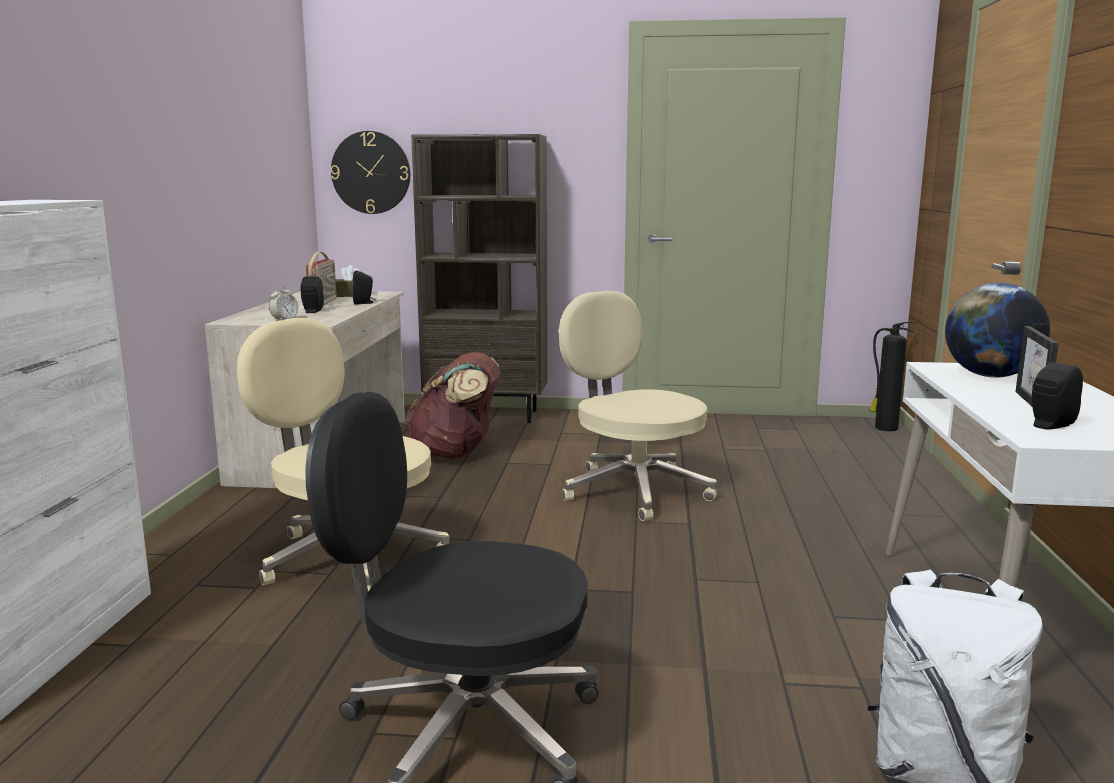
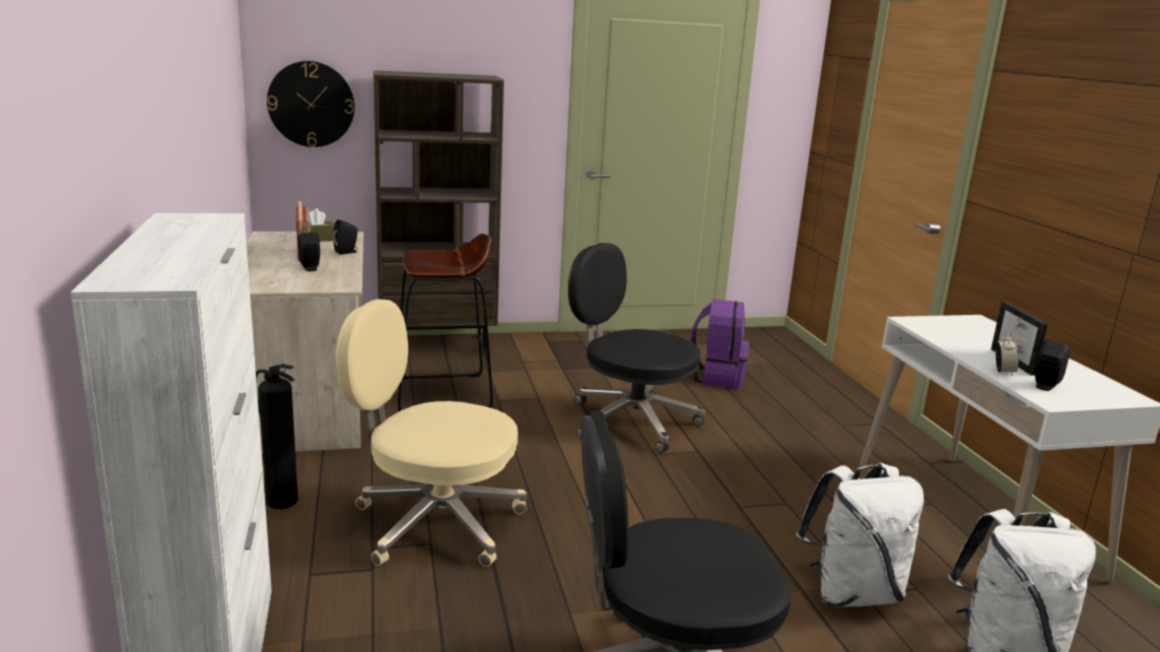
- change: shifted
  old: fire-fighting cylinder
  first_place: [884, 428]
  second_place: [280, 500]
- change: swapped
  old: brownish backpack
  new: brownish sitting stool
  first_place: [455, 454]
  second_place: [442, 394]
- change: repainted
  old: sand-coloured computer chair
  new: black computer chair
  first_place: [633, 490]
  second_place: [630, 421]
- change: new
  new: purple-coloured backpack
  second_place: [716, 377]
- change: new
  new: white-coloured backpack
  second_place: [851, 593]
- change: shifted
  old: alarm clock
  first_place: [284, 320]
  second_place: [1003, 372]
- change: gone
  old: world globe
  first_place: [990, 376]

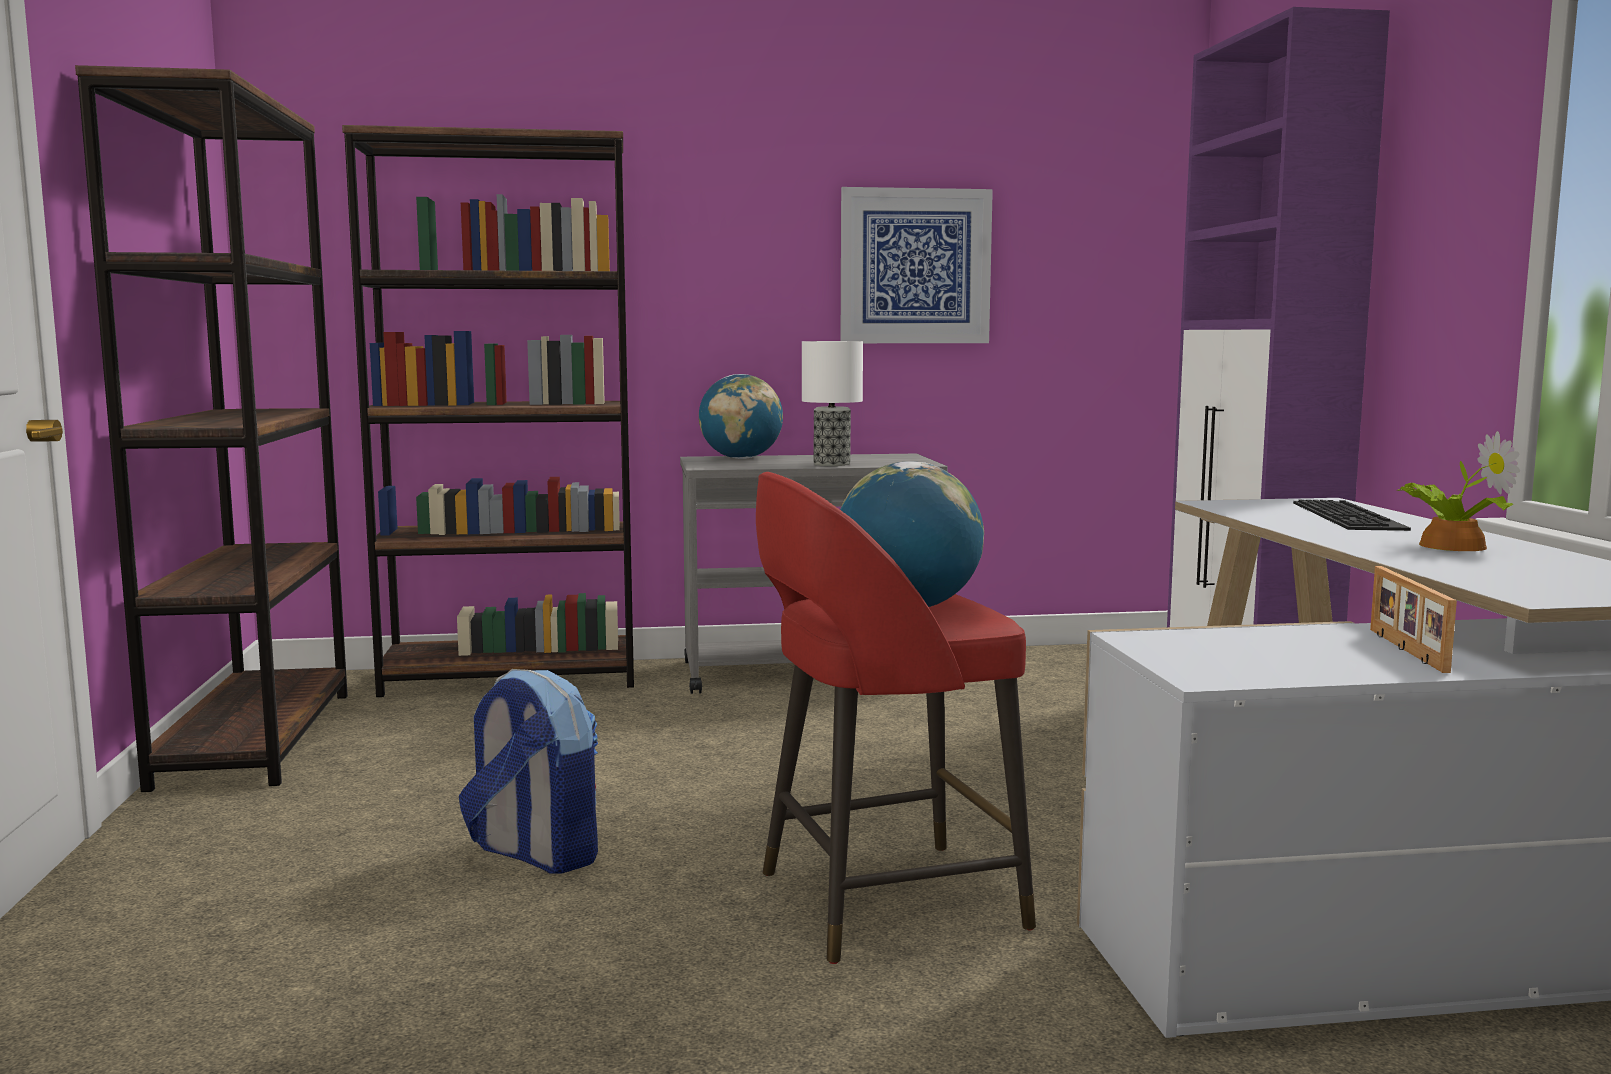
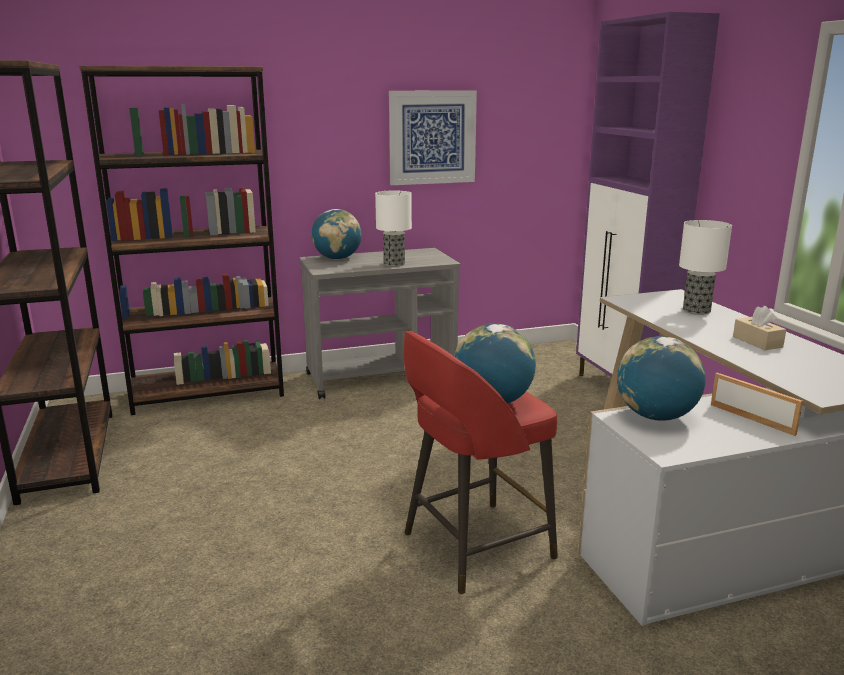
- change: new
  new: world globe
  second_place: [655, 416]
- change: swapped
  old: keyboard
  new: table lamp
  first_place: [1352, 516]
  second_place: [697, 311]
- change: rotated
  old: picture frame
  first_place: [1404, 650]
  second_place: [752, 418]
  degrees: 150
- change: swapped
  old: plant in a pot
  new: sand-coloured tissue holder
  first_place: [1447, 545]
  second_place: [757, 342]
- change: gone
  old: backpack
  first_place: [534, 854]

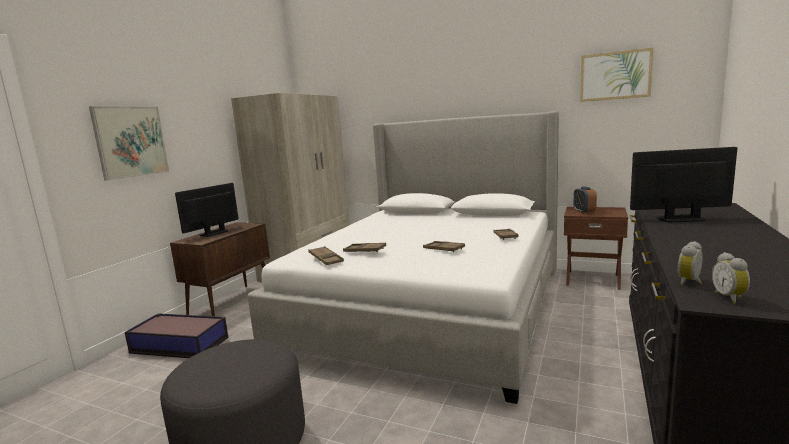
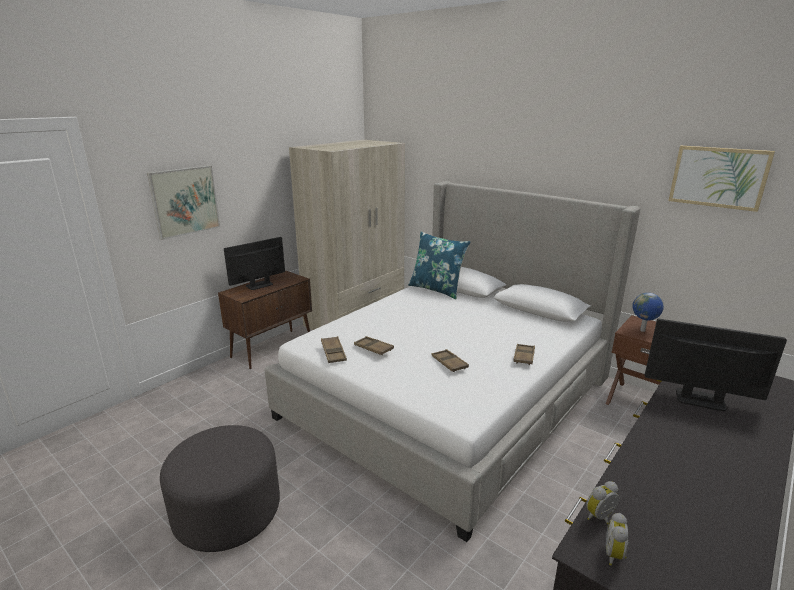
- change: new
  new: bluish throw pillow
  second_place: [437, 289]
- change: swapped
  old: alarm clock
  new: world globe
  first_place: [584, 212]
  second_place: [643, 330]
- change: gone
  old: storage container
  first_place: [179, 345]

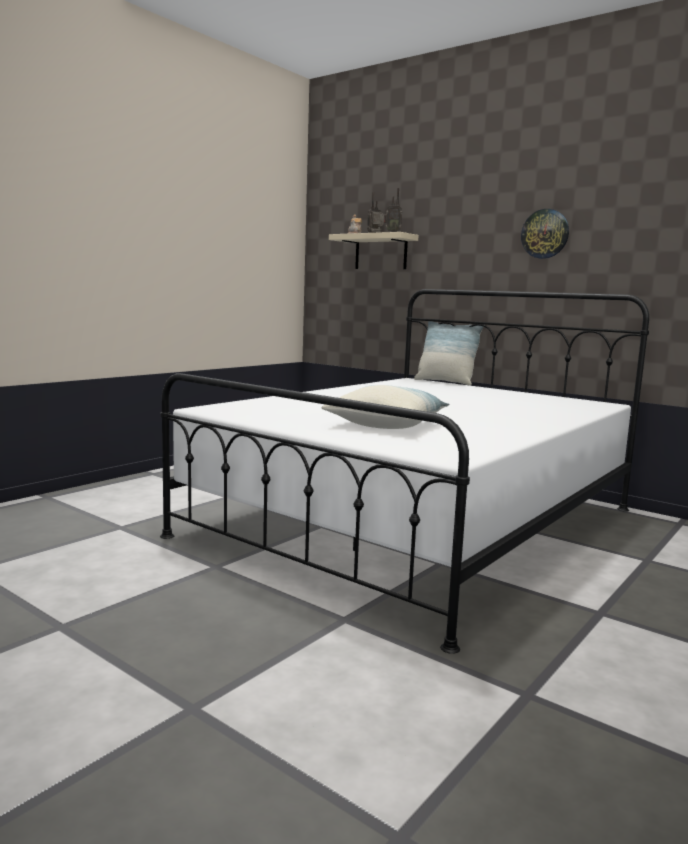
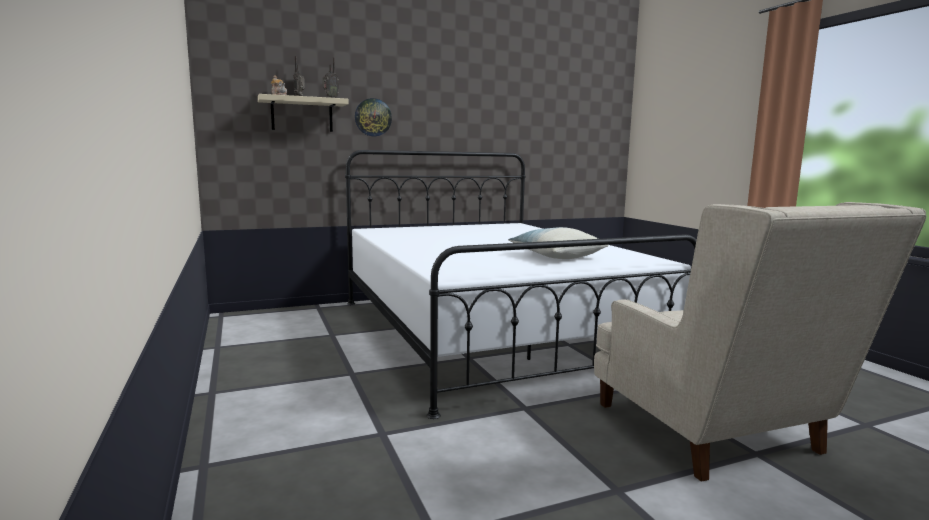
- change: shifted
  old: clock on the wall
  first_place: [545, 234]
  second_place: [373, 117]
- change: new
  new: sand-coloured lounge chair
  second_place: [718, 436]
- change: gone
  old: throw pillow
  first_place: [445, 382]

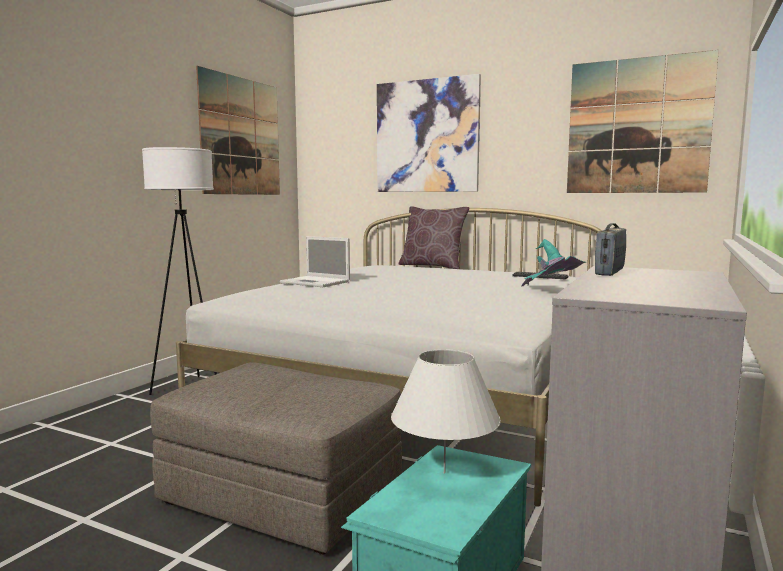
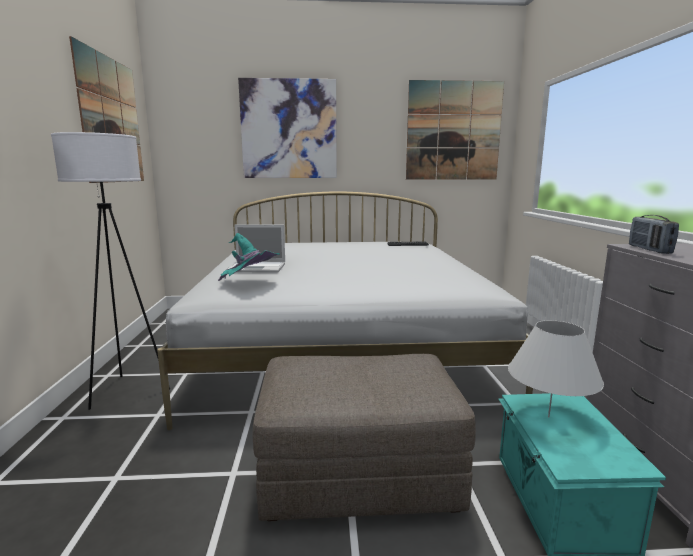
- change: shifted
  old: turquoise-coloured wearable hat
  first_place: [552, 290]
  second_place: [250, 283]
- change: gone
  old: brownish throw pillow
  first_place: [432, 266]

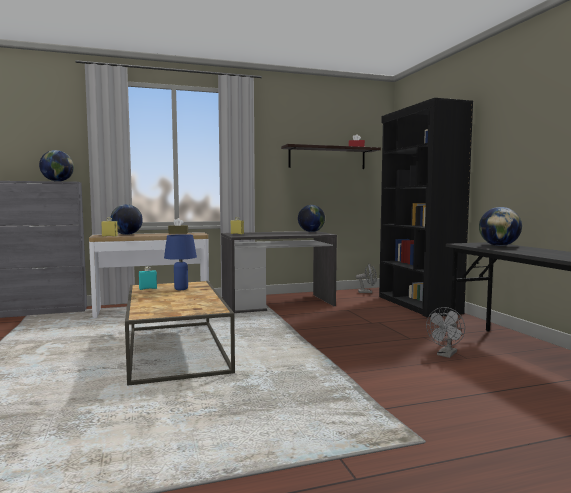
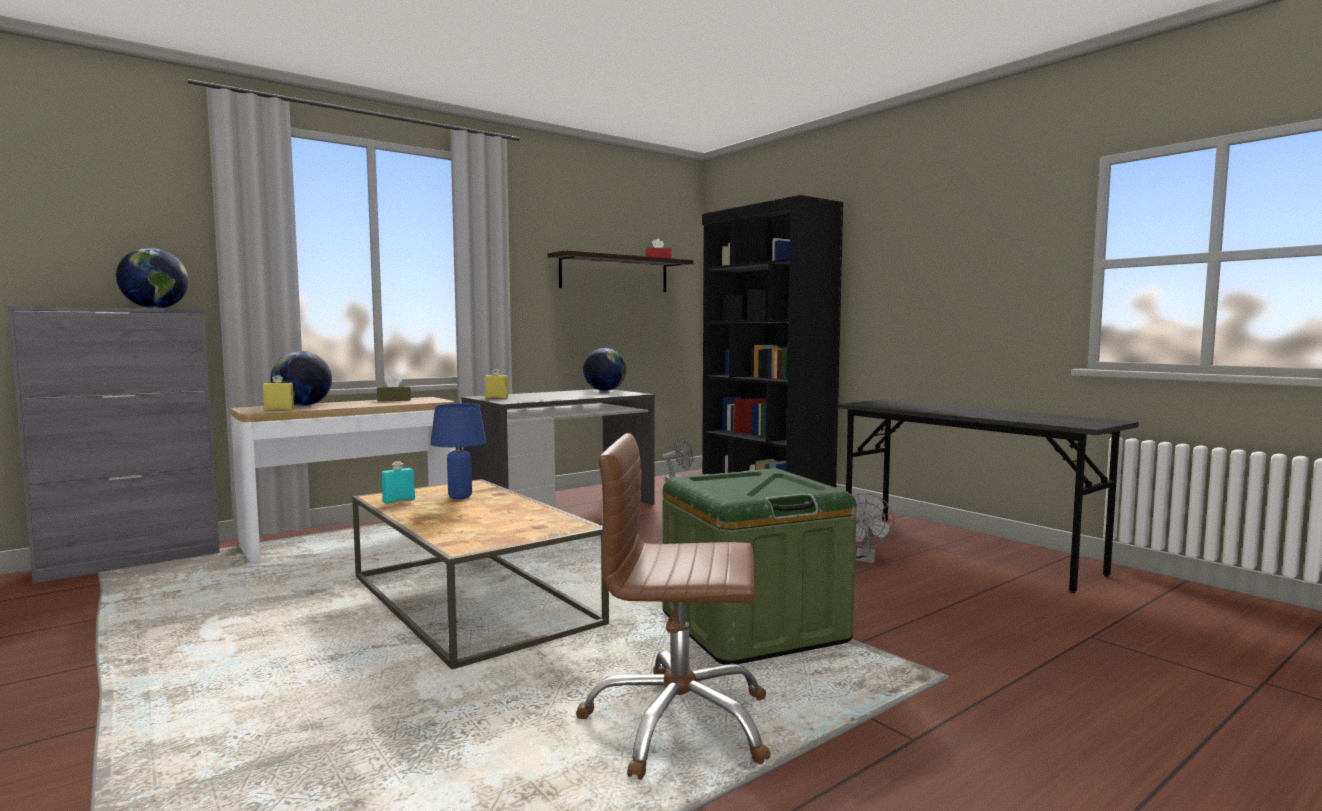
- change: new
  new: brownish computer chair
  second_place: [678, 723]
- change: new
  new: greenish storage container
  second_place: [753, 626]
- change: gone
  old: world globe
  first_place: [499, 245]

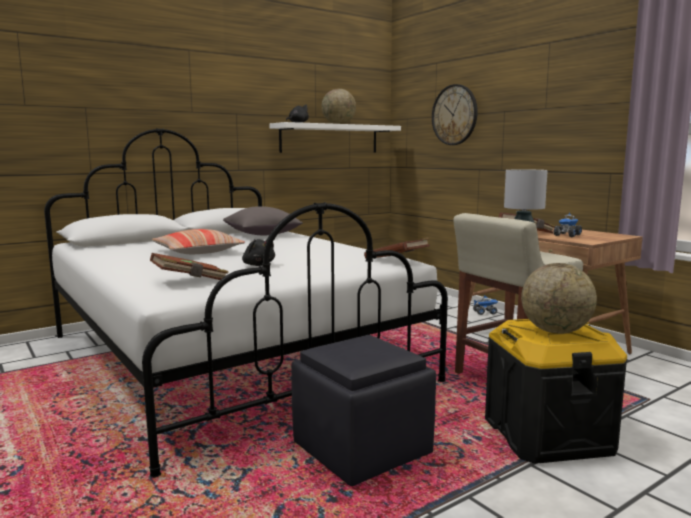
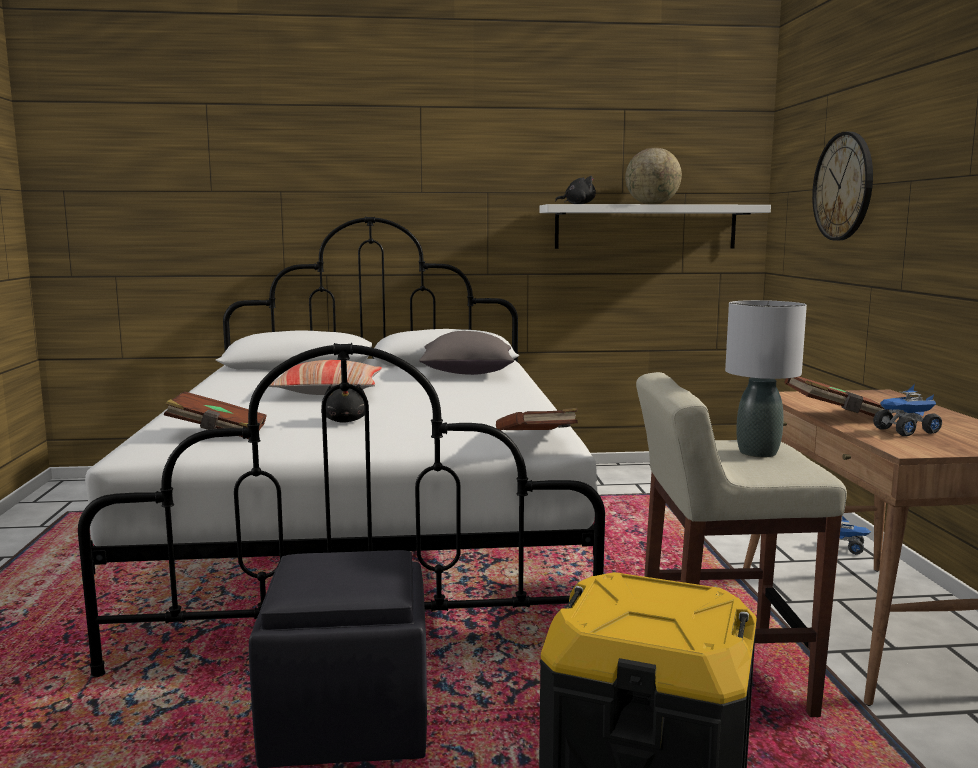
- change: gone
  old: world globe
  first_place: [555, 331]

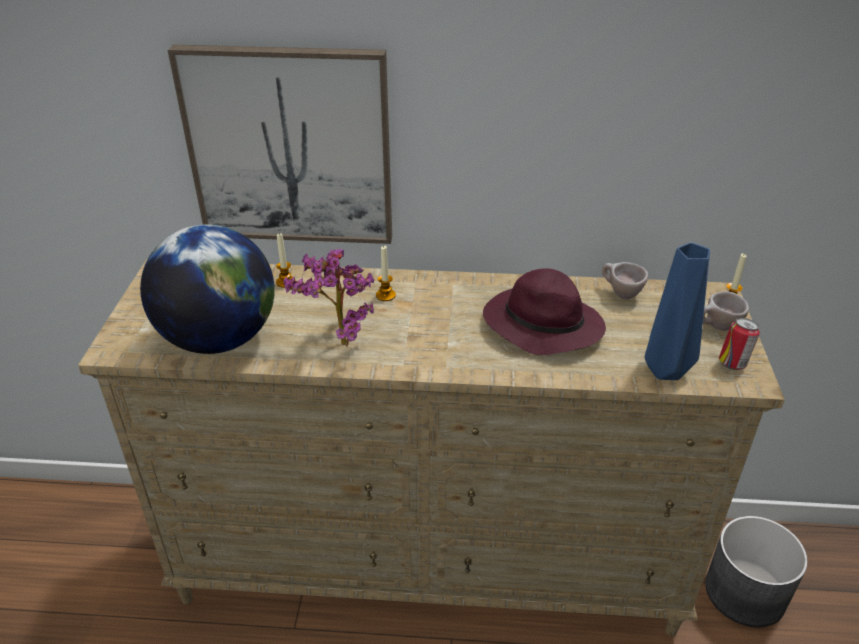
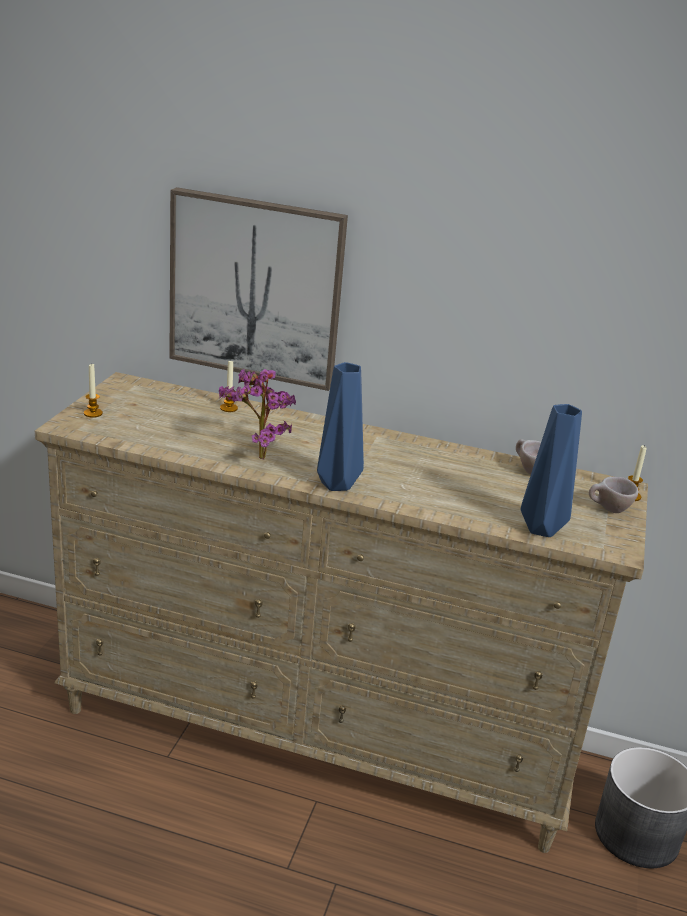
- change: shifted
  old: wax candle
  first_place: [385, 295]
  second_place: [93, 413]
- change: new
  new: bluish flower vase
  second_place: [335, 483]
- change: gone
  old: world globe
  first_place: [219, 339]
- change: gone
  old: purple-coloured wearable hat
  first_place: [540, 325]
- change: gone
  old: metal can
  first_place: [733, 364]

